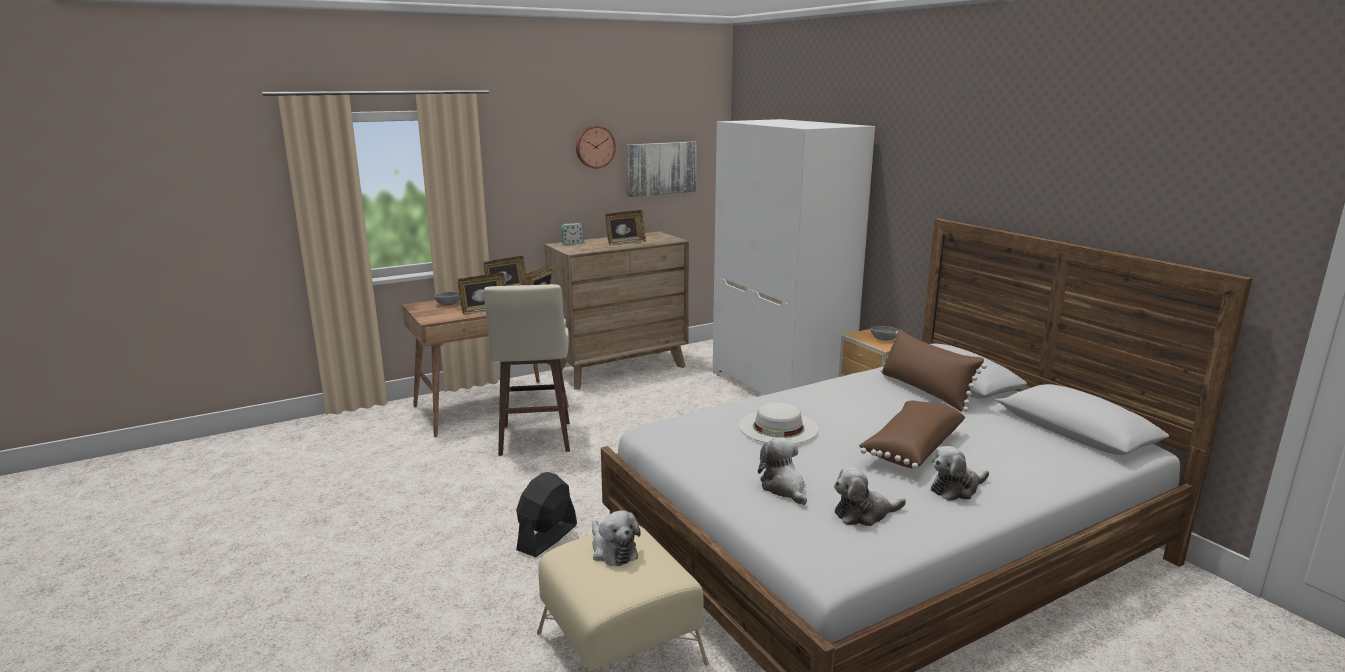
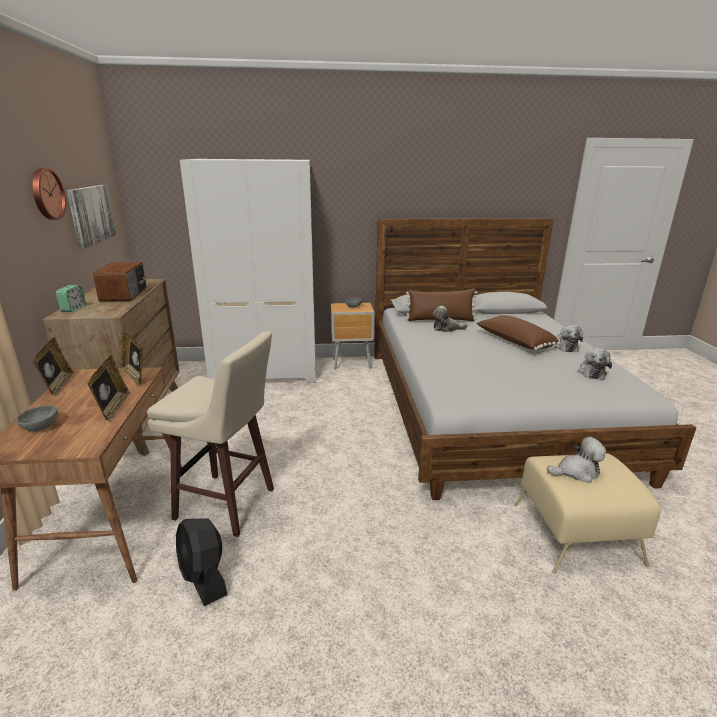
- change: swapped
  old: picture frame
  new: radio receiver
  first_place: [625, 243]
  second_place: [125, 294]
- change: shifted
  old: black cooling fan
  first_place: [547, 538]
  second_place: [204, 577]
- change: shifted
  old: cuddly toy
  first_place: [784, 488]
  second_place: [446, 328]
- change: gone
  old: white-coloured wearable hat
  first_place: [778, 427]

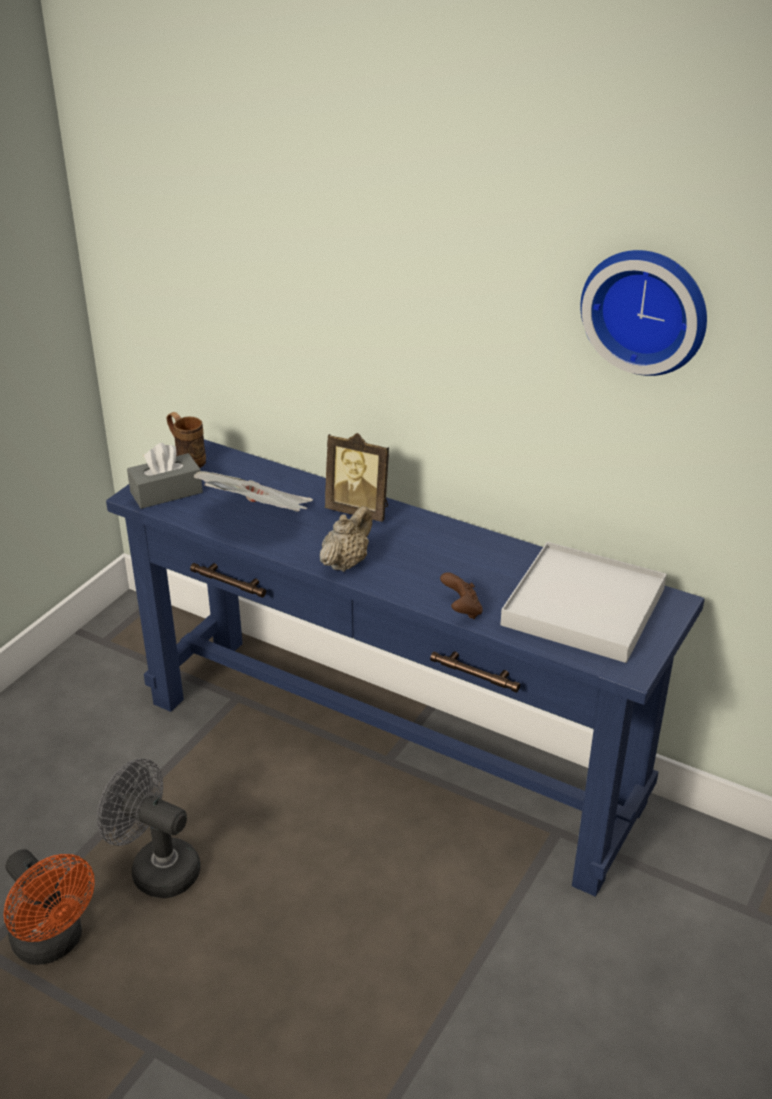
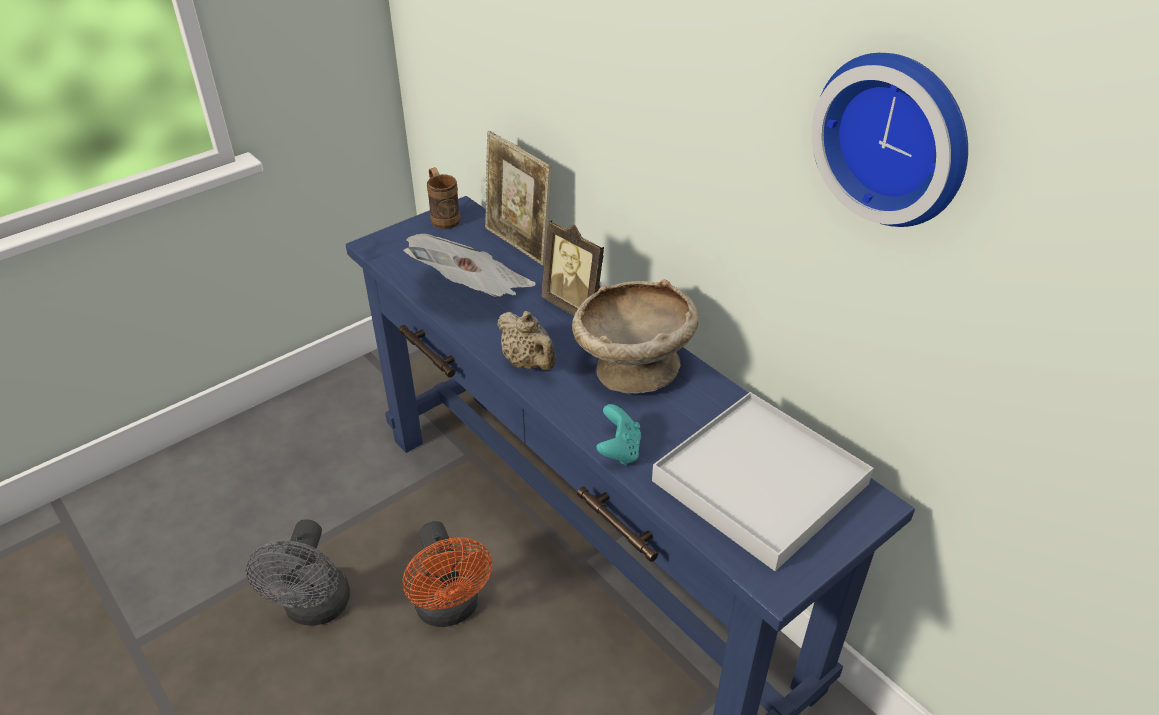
- change: rotated
  old: greyish cooling fan
  first_place: [156, 868]
  second_place: [315, 609]
  degrees: -135
- change: shifted
  old: orangey cooling fan
  first_place: [53, 944]
  second_place: [450, 609]
- change: new
  new: picture frame
  second_place: [518, 245]
- change: rotated
  old: sand-coloured pot for tea
  first_place: [346, 563]
  second_place: [529, 363]
  degrees: 90
- change: new
  new: sand-coloured bowl
  second_place: [631, 371]
- change: repainted
  old: brownish game controller
  new: turquoise-coloured game controller
  first_place: [462, 610]
  second_place: [619, 450]
- change: gone
  old: greyish tissue holder
  first_place: [166, 492]

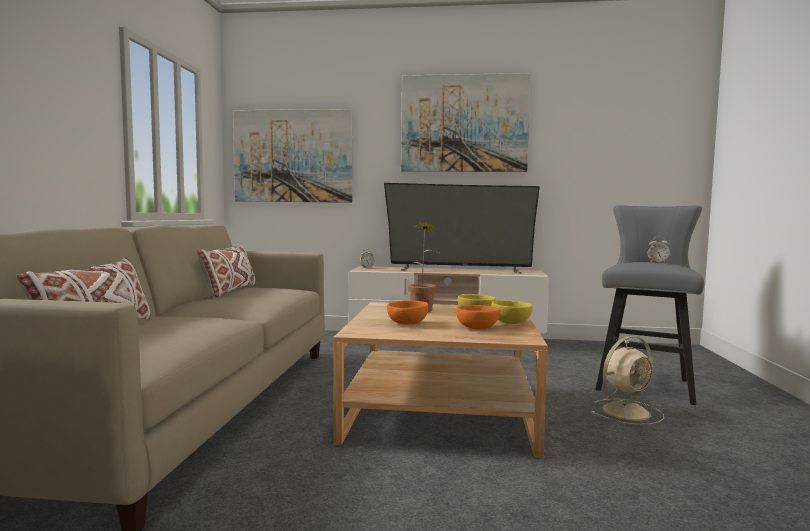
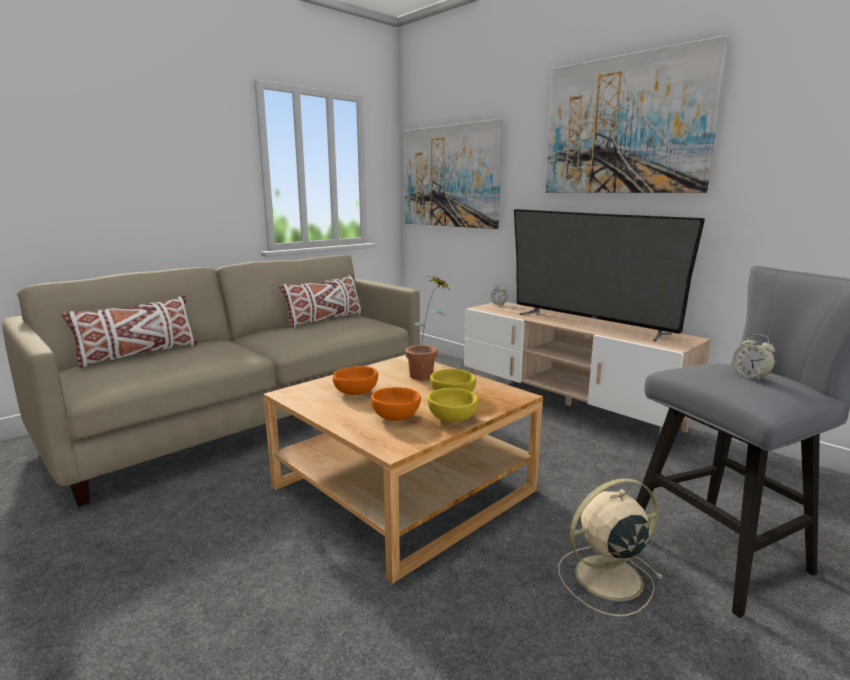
- change: rotated
  old: sand-coloured cooling fan
  first_place: [627, 411]
  second_place: [605, 578]
  degrees: 150

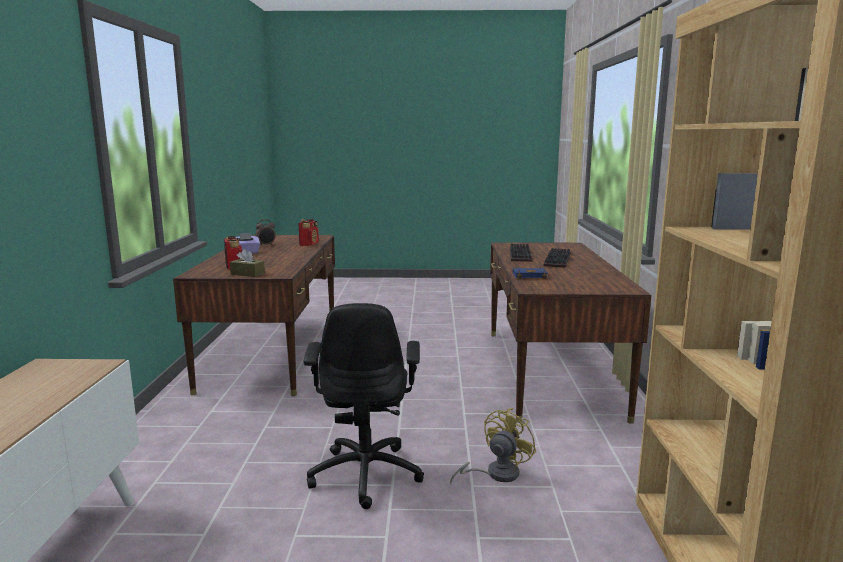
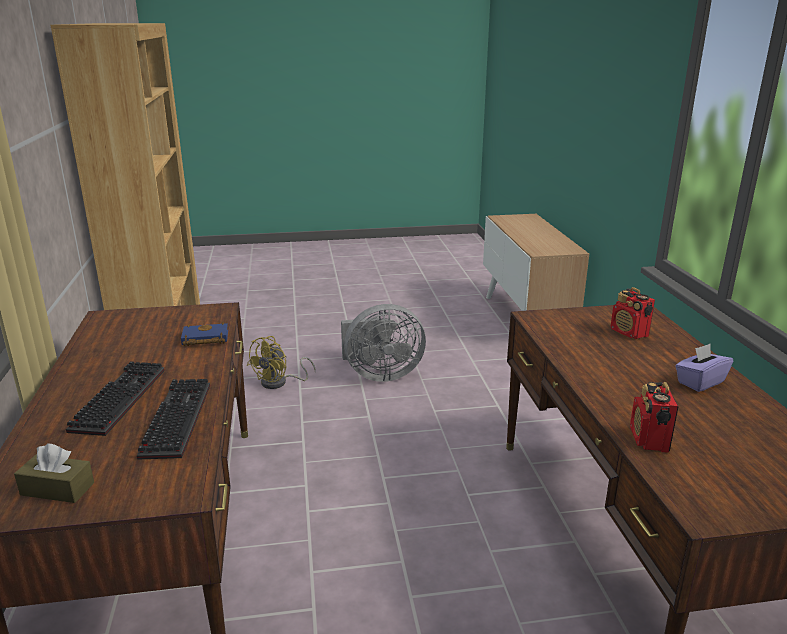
- change: shifted
  old: brownish tissue holder
  first_place: [247, 274]
  second_place: [57, 489]
- change: swapped
  old: black computer chair
  new: greyish cooling fan
  first_place: [366, 473]
  second_place: [380, 374]
- change: gone
  old: alarm clock
  first_place: [266, 245]

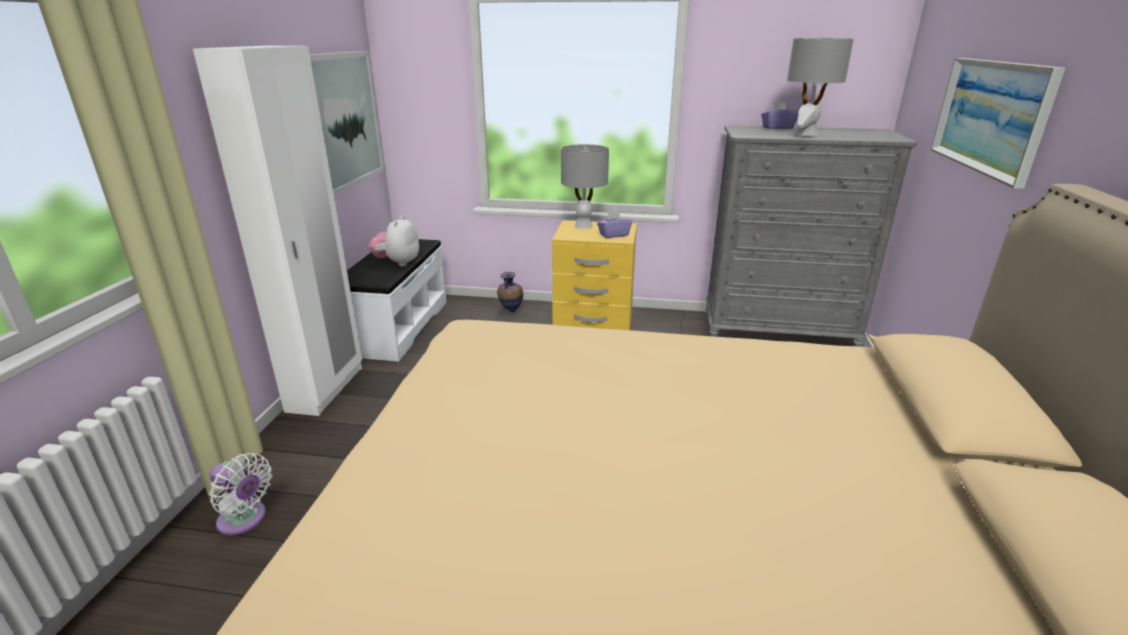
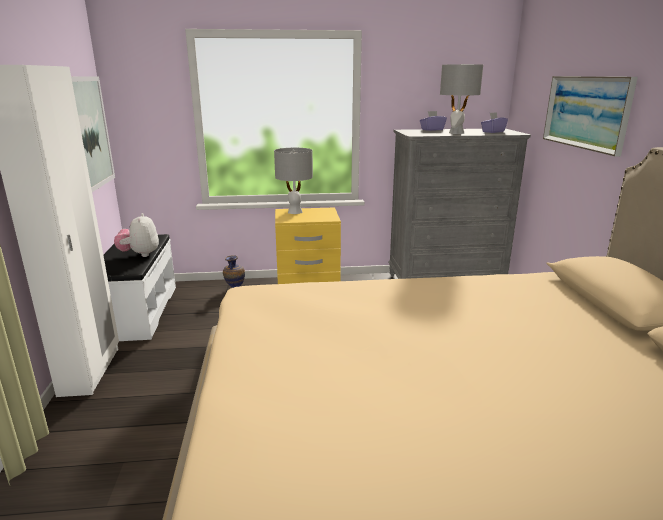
- change: shifted
  old: purple-coloured tissue holder
  first_place: [613, 235]
  second_place: [492, 132]
- change: gone
  old: white-coloured cooling fan
  first_place: [245, 520]

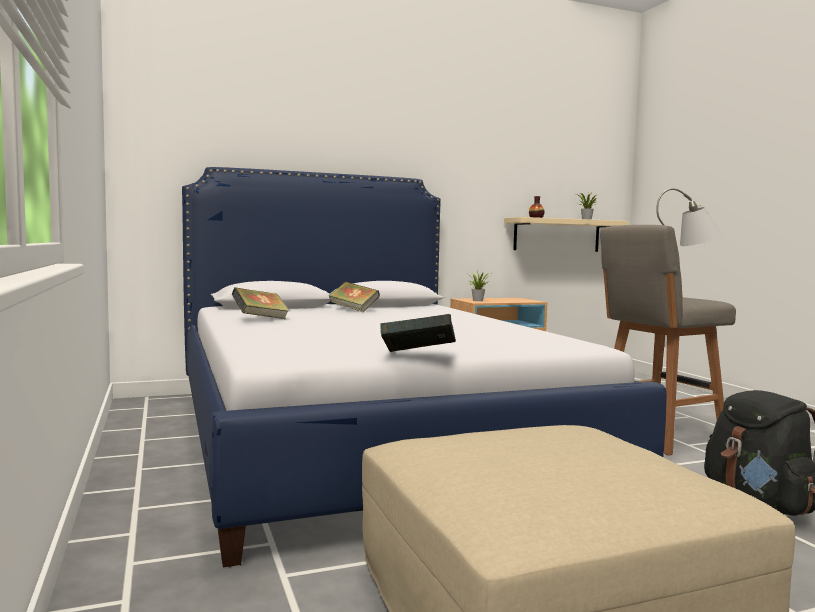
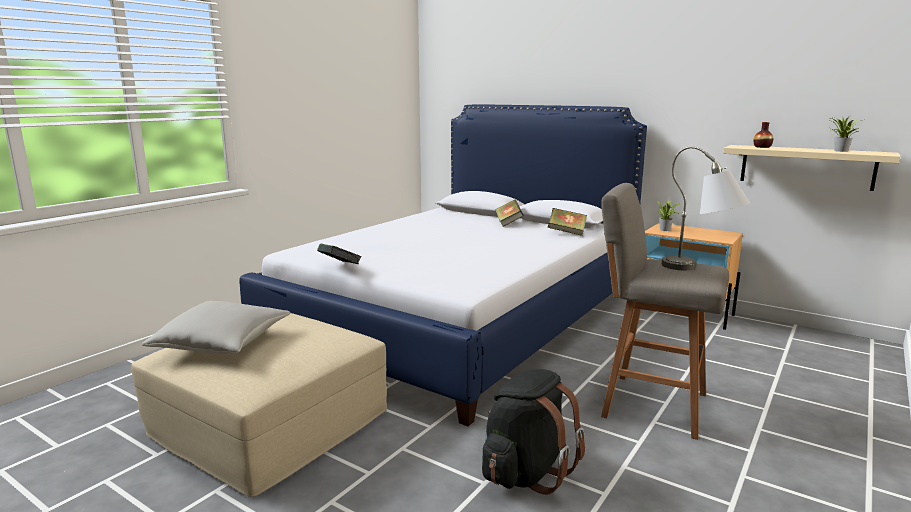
- change: new
  new: greyish throw pillow
  second_place: [222, 343]
- change: shifted
  old: volume
  first_place: [260, 319]
  second_place: [567, 233]

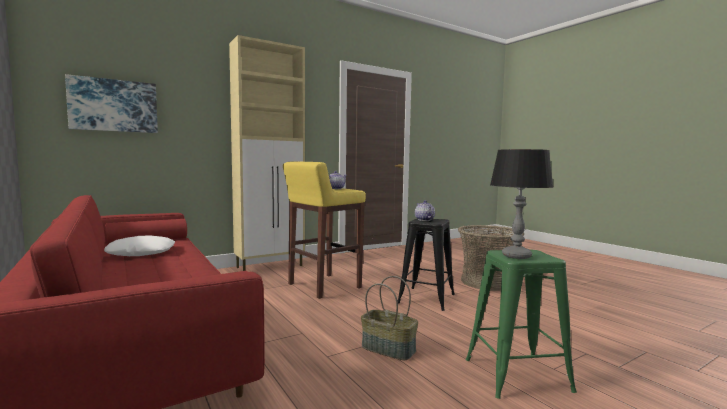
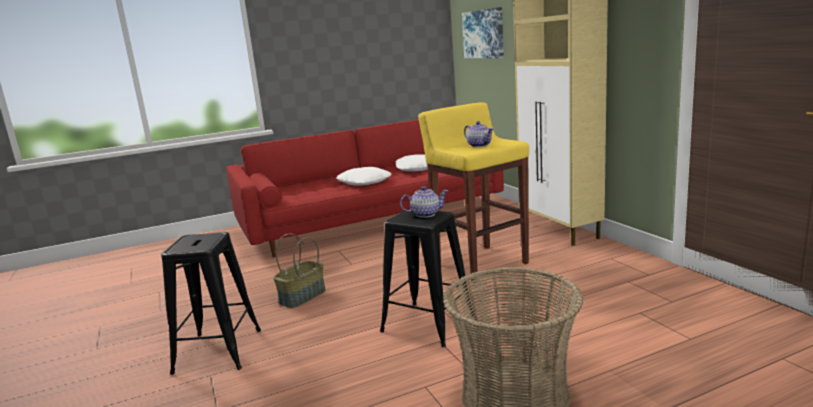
- change: repainted
  old: greenish sitting stool
  new: black sitting stool
  first_place: [517, 375]
  second_place: [218, 351]
- change: new
  new: white-coloured throw pillow
  second_place: [364, 182]
- change: gone
  old: table lamp
  first_place: [516, 256]

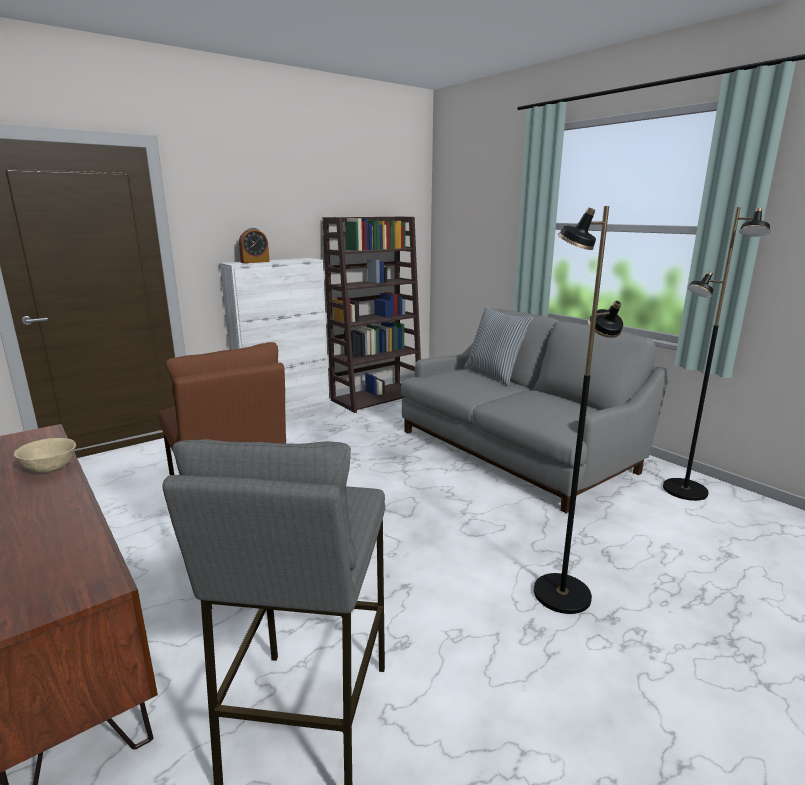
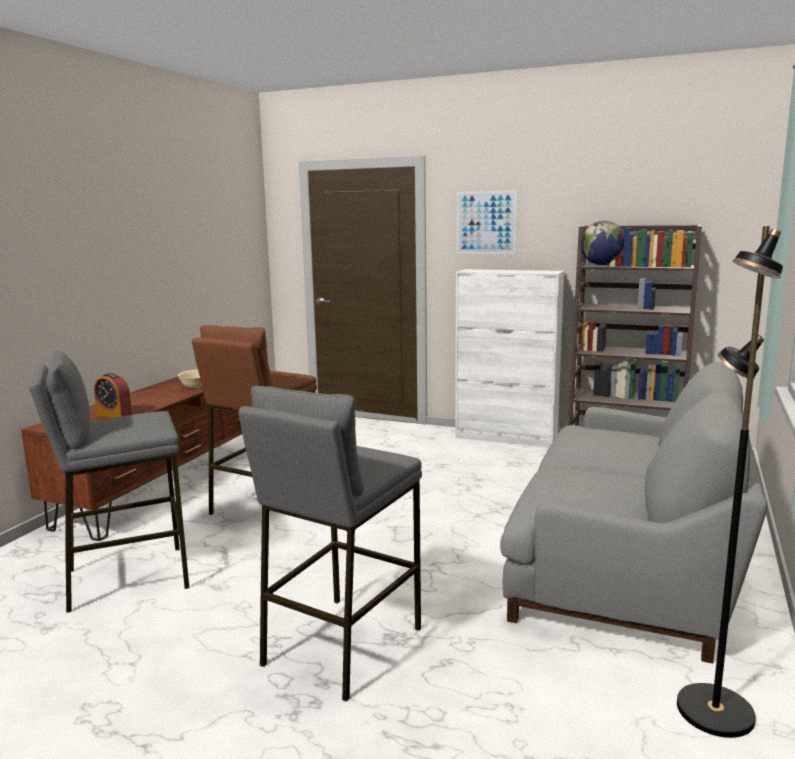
- change: shifted
  old: alarm clock
  first_place: [255, 262]
  second_place: [114, 415]
- change: swapped
  old: black standing lamp
  new: greyish sitting stool
  first_place: [560, 593]
  second_place: [341, 645]
- change: new
  new: picture
  second_place: [486, 222]
- change: new
  new: world globe
  second_place: [602, 265]
- change: gone
  old: throw pillow
  first_place: [494, 375]

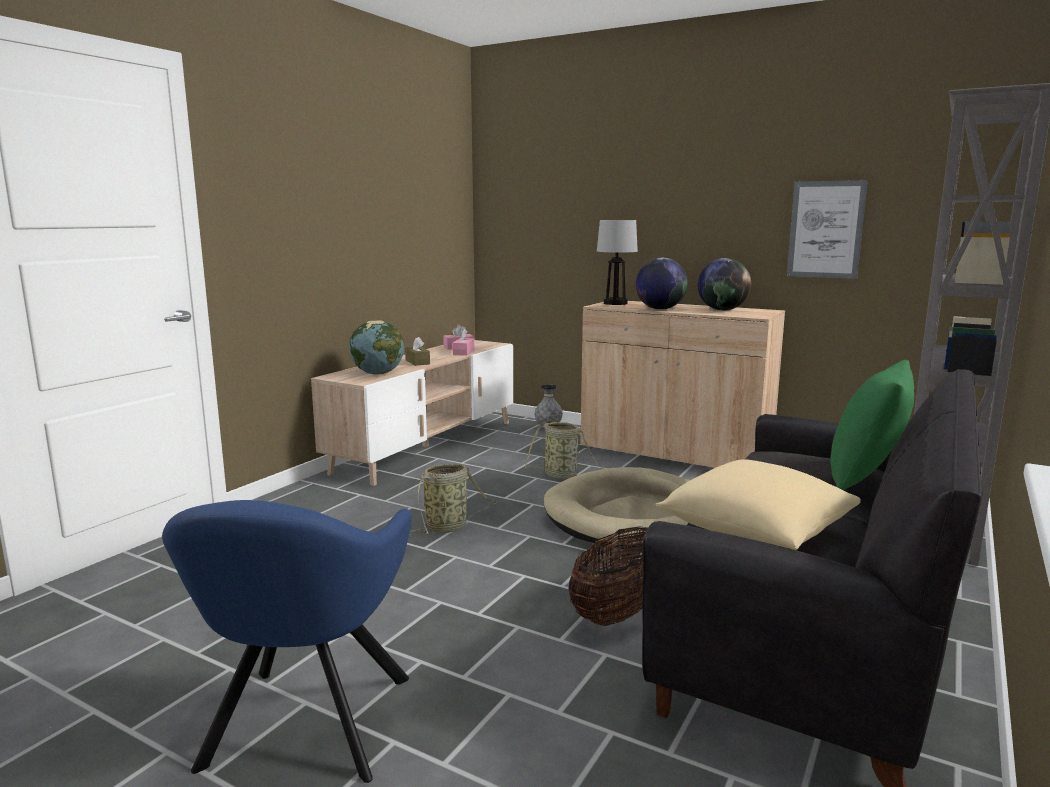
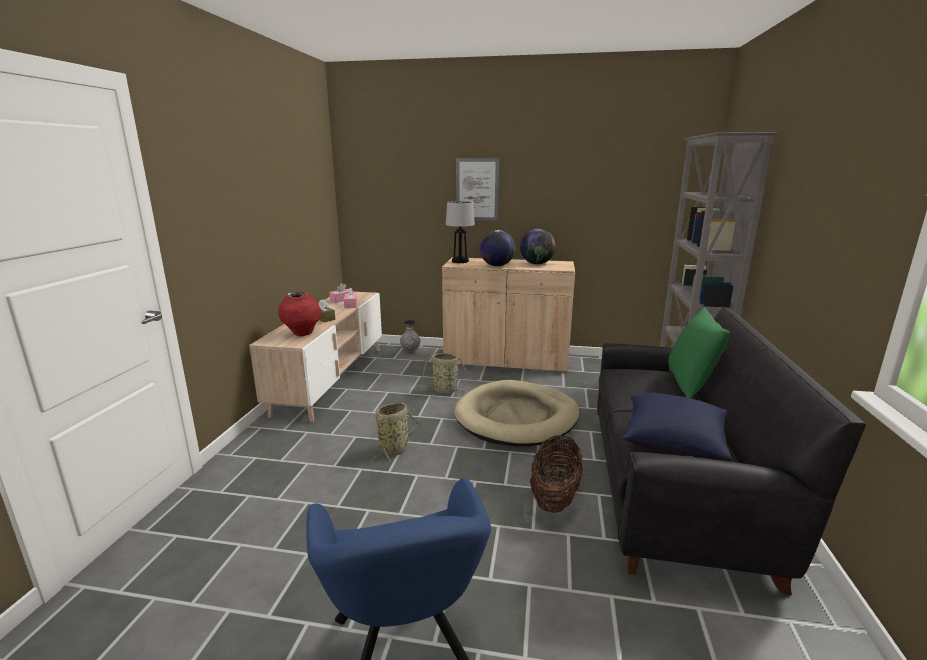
- change: swapped
  old: world globe
  new: red flower vase
  first_place: [378, 373]
  second_place: [302, 334]
- change: shifted
  old: picture
  first_place: [825, 230]
  second_place: [477, 189]
- change: repainted
  old: sand-coloured throw pillow
  new: bluish throw pillow
  first_place: [755, 532]
  second_place: [672, 442]

